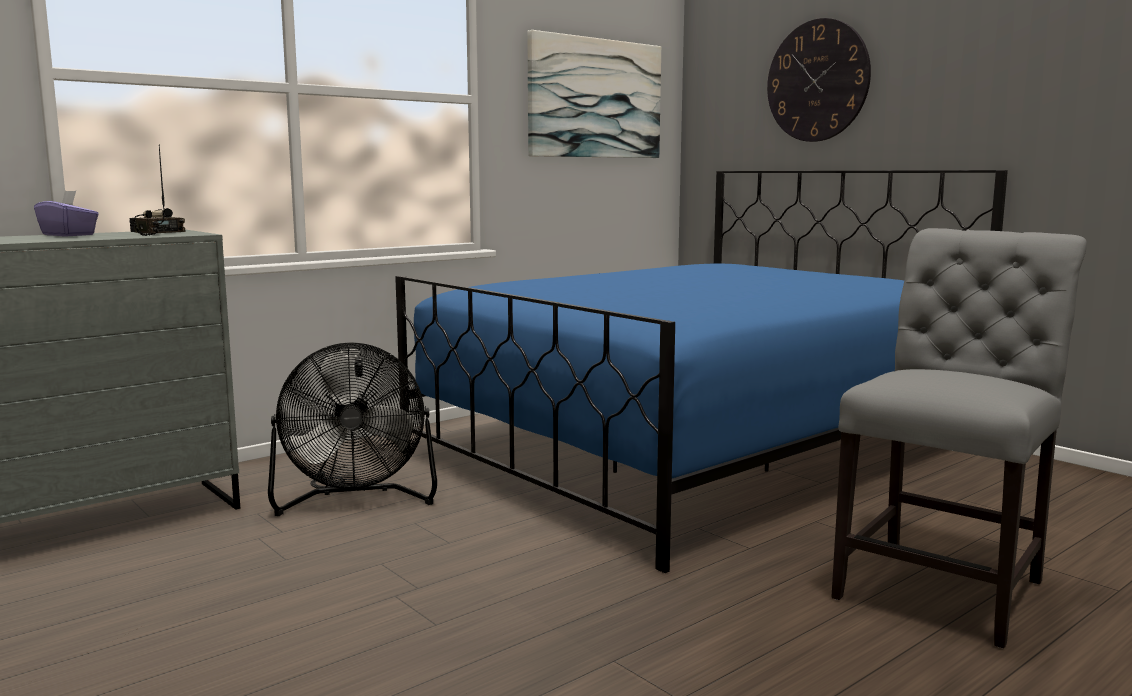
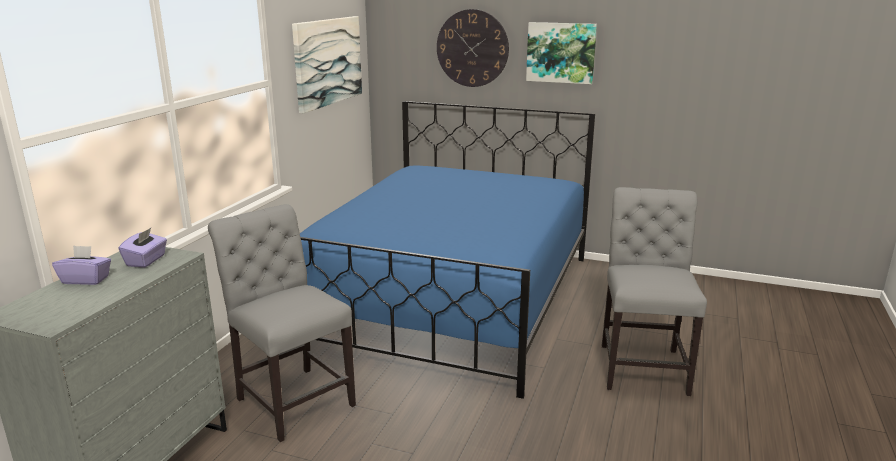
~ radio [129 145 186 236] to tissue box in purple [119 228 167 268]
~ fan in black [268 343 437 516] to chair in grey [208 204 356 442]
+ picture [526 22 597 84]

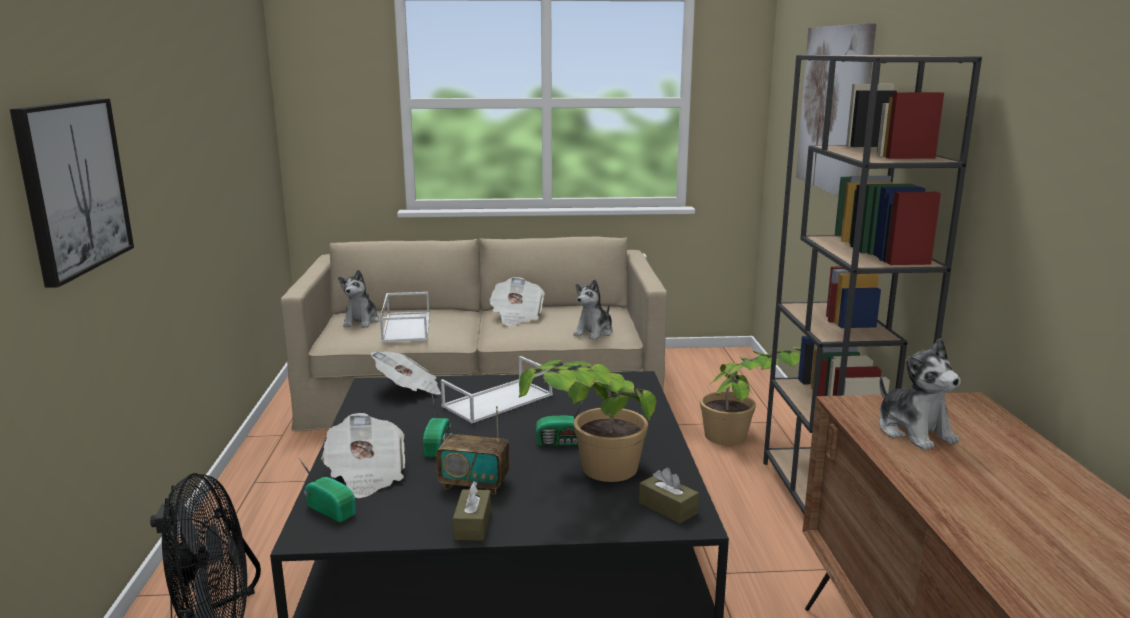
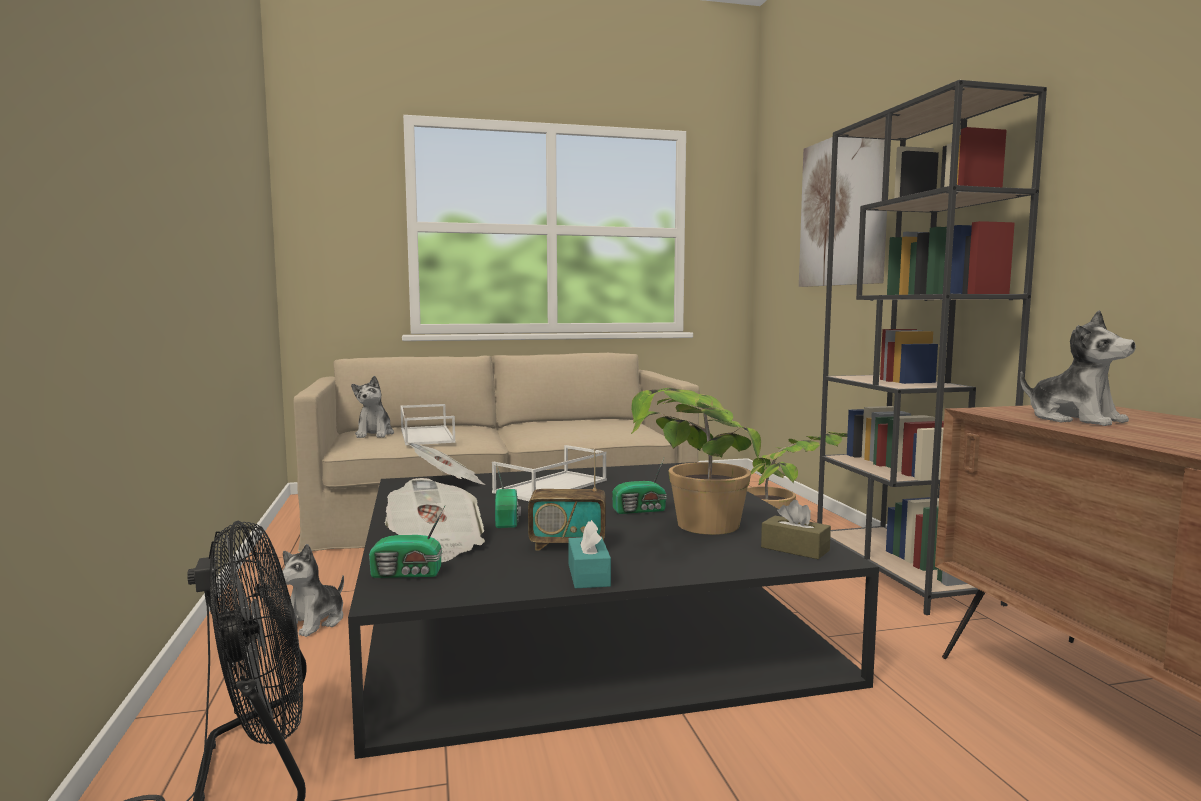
- picture [10 99 134 288]
~ radio [298 457 356 523] = [369 506 445 578] 150 degrees clockwise
~ tissue box in brown [453 481 491 541] to tissue box in turquoise [568 520 611 588]
- newspaper [489 277 545 326]
~ plush toy [573 279 613 340] to [279 544 344 637]

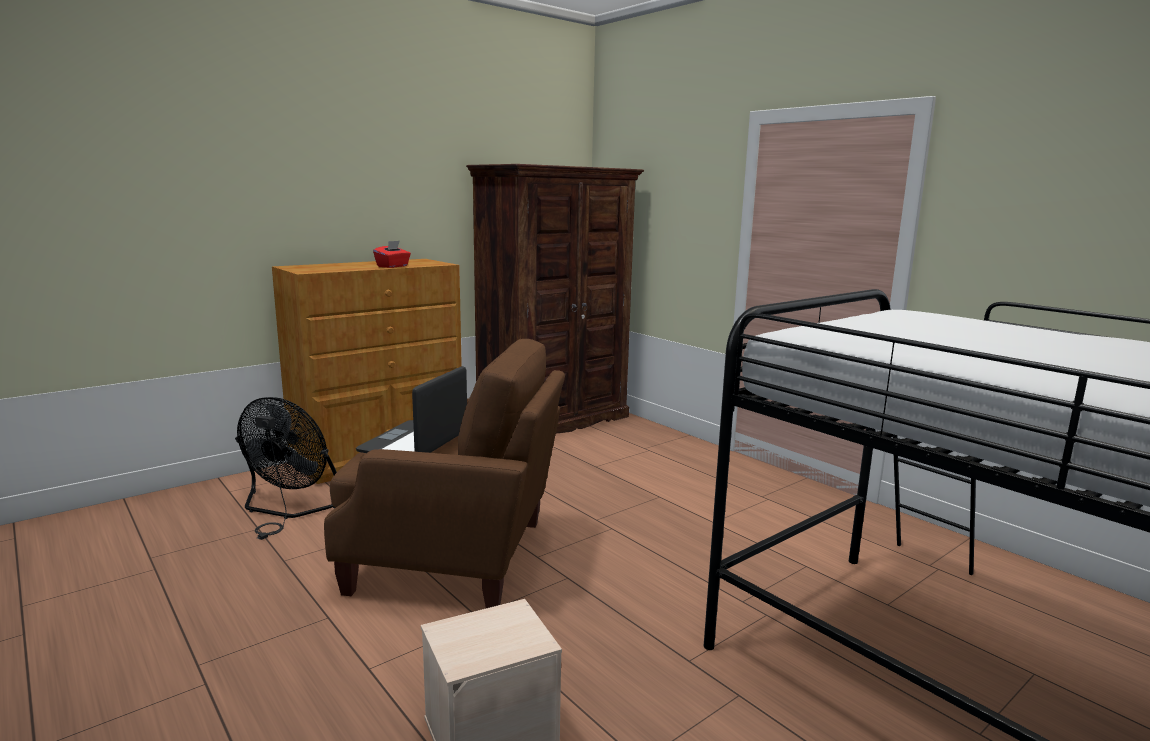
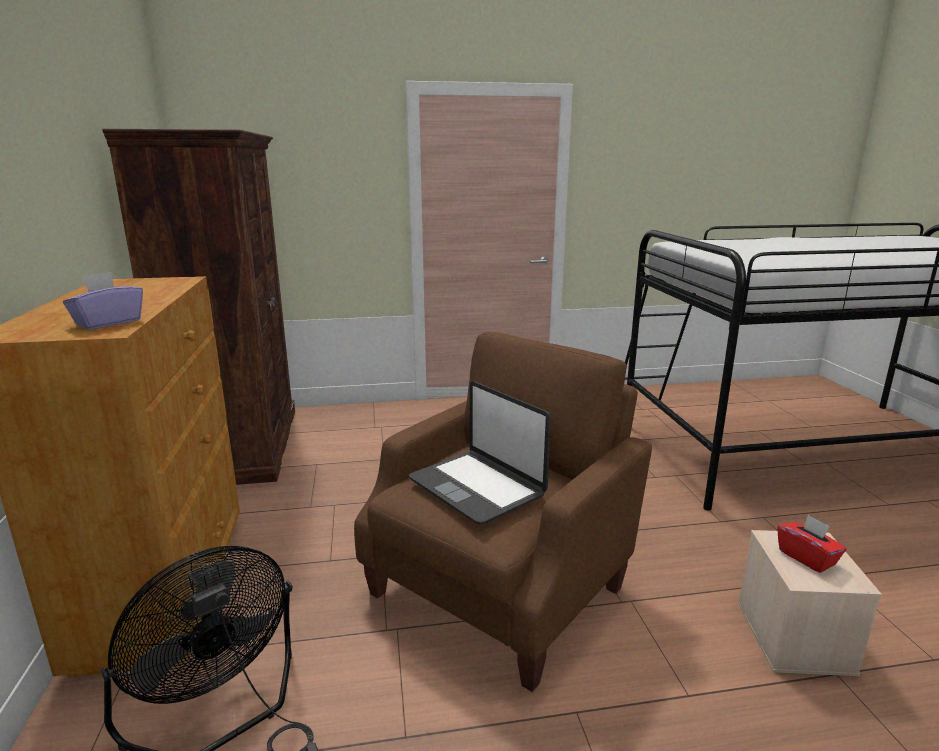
~ tissue box in red [373 241 411 268] to [777 515 847 573]
+ tissue box in purple [63 272 143 329]

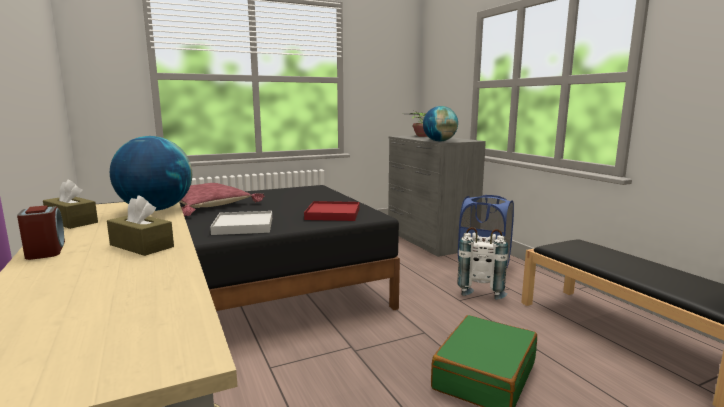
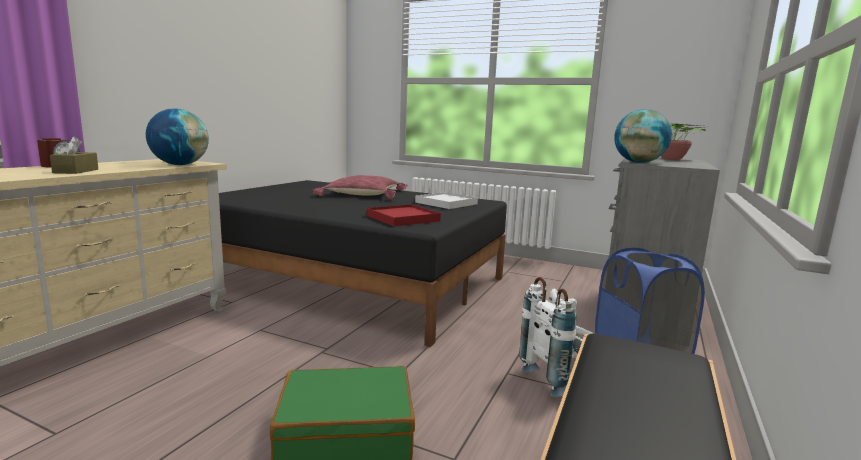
- tissue box in brown [43 180 98 229]
~ tray in white [210 211 272 235] to [415 192 478 209]

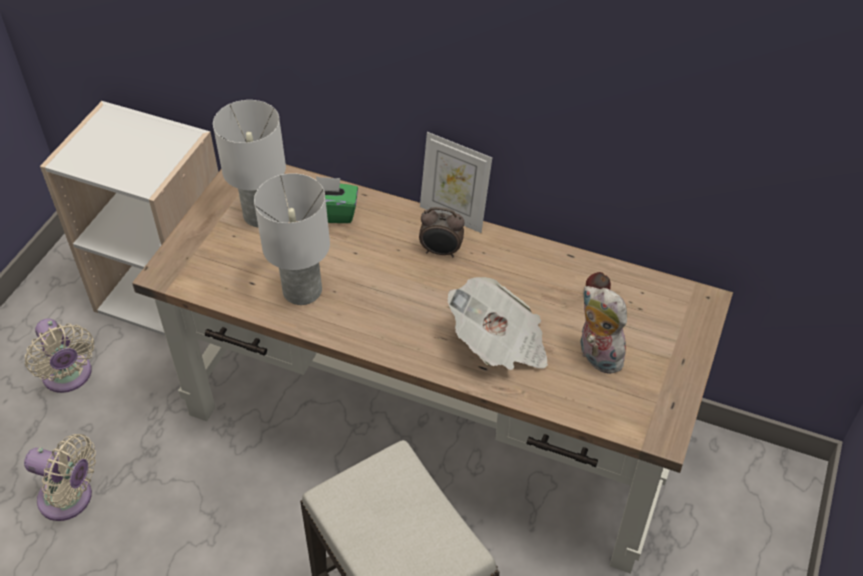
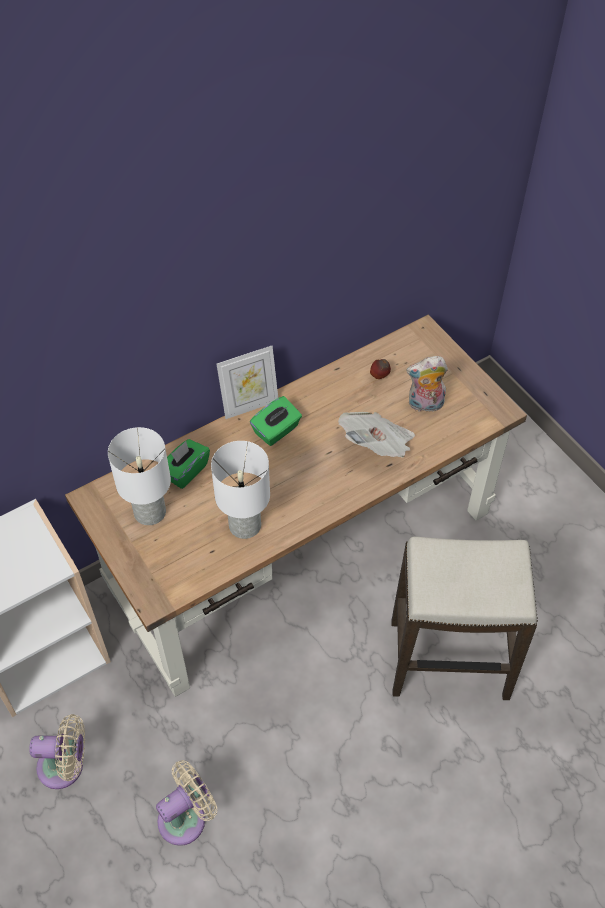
~ alarm clock [419 207 464 257] to tissue box in green [250 396 302 446]

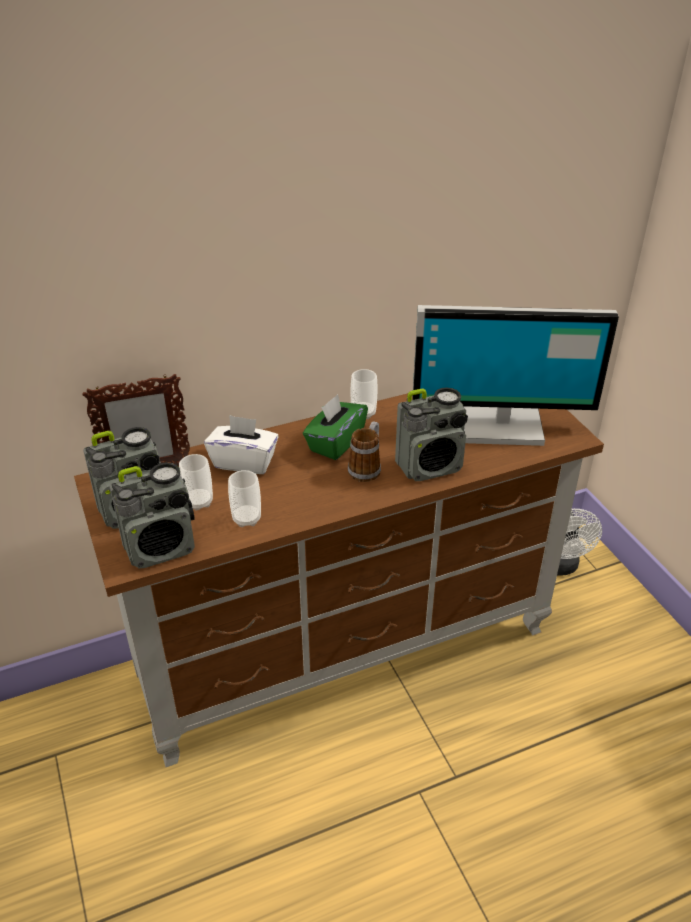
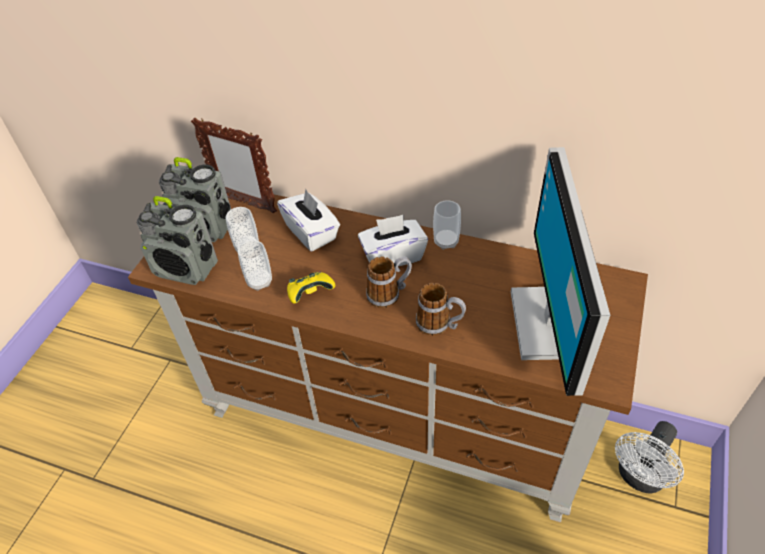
~ tissue box in green [303 394 368 460] to tissue box in white [358 215 428 266]
~ radio [395 387 468 481] to mug [416 283 466 336]
~ monitor [412 305 619 446] = [511 147 610 396] 45 degrees clockwise
+ game controller in yellow [287 272 335 303]

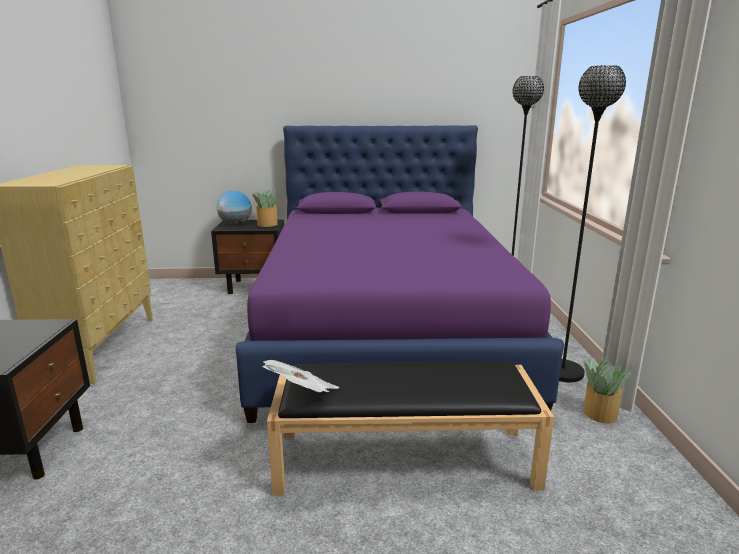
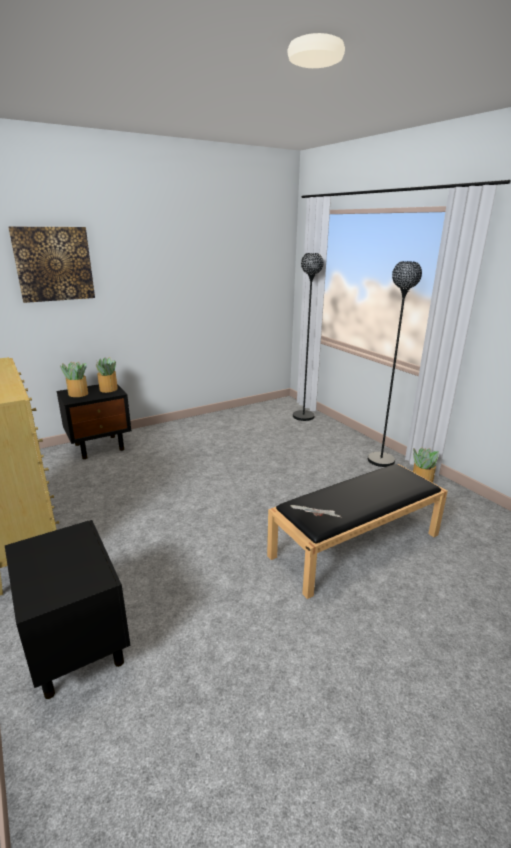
~ globe [217 191 252 225] to potted plant [60 362 88 397]
- bed in purple [235 125 564 423]
+ picture [8 227 95 303]

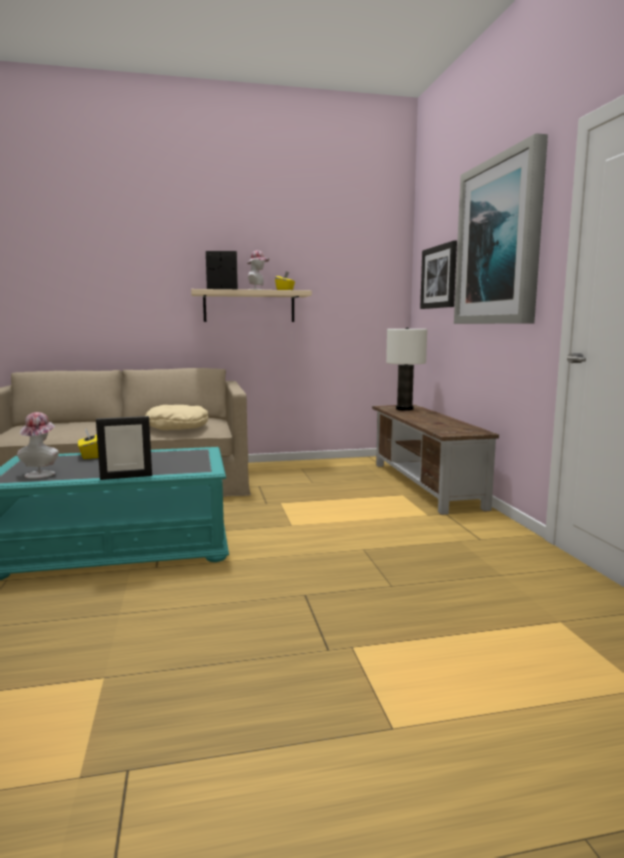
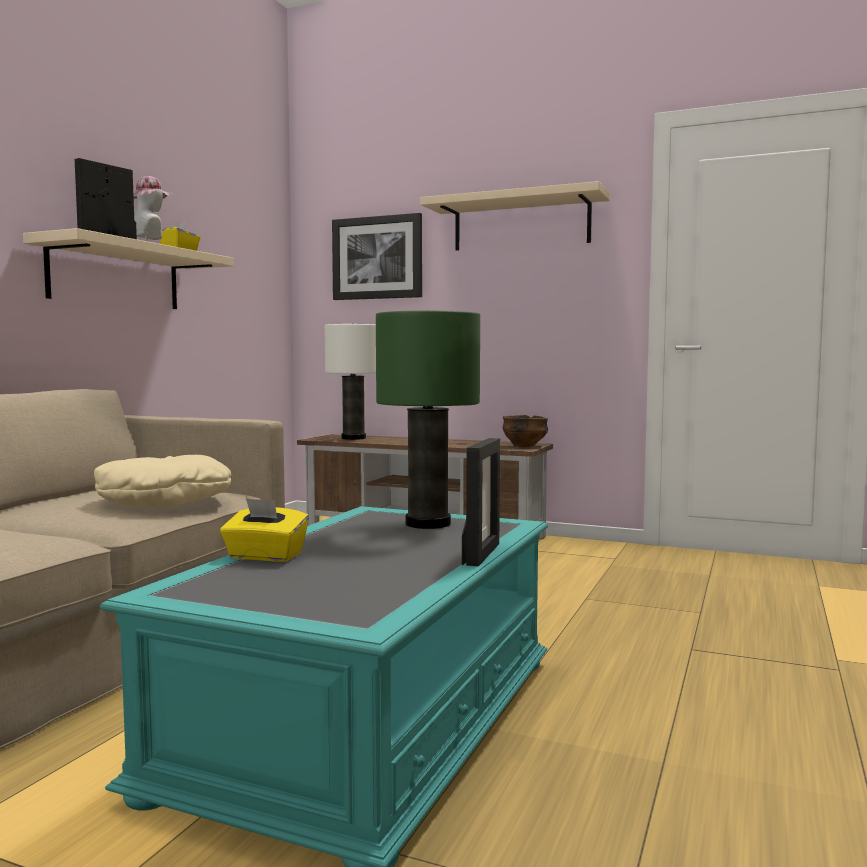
- hat [17 412 59 479]
~ picture [454 133 548 324] to shelf in beige [420 181 610 251]
+ table lamp in green [376 310 480 529]
+ bowl [502 415 548 447]

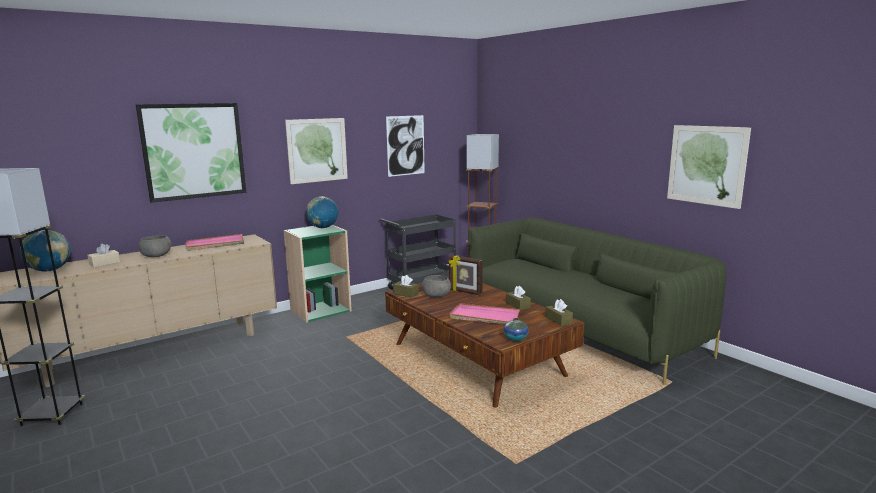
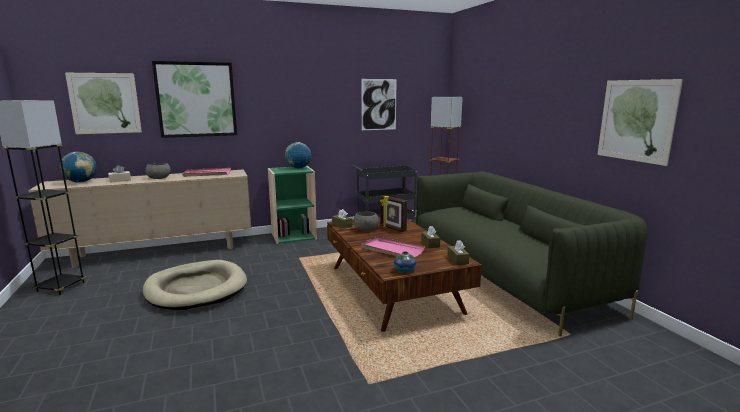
~ picture [285 118 348 184] to [65 73 142 134]
+ dog bed in beige [143 260 247 310]

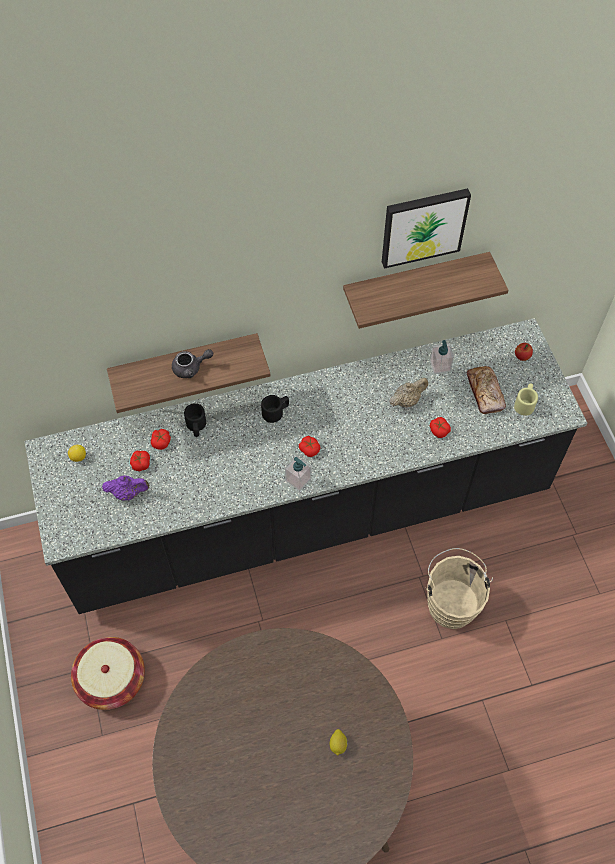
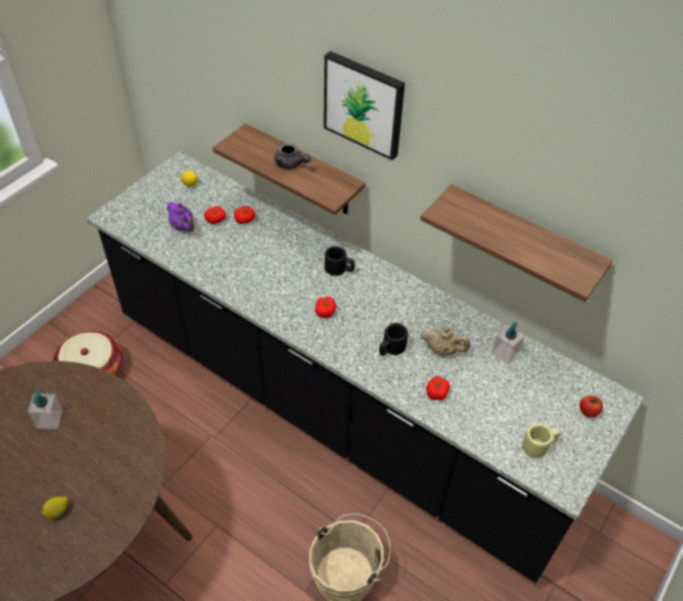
~ mug in black [184 403 206 437] to [379 323 408 356]
~ soap dispenser [285 455 311 491] to [28 389 63 429]
~ picture [382 188 471 269] to [324 51 405 161]
- bread [467 366 506 414]

